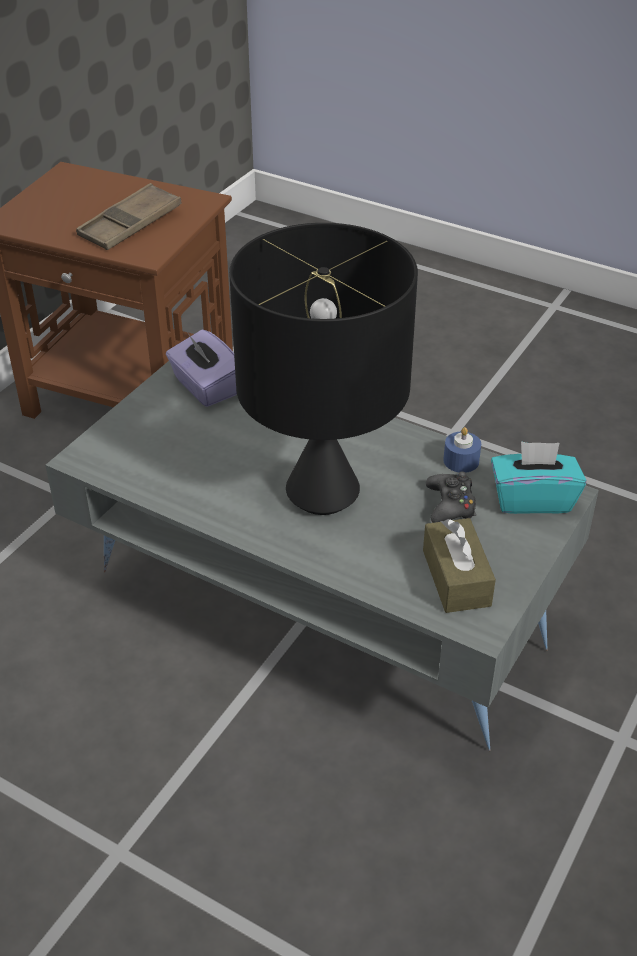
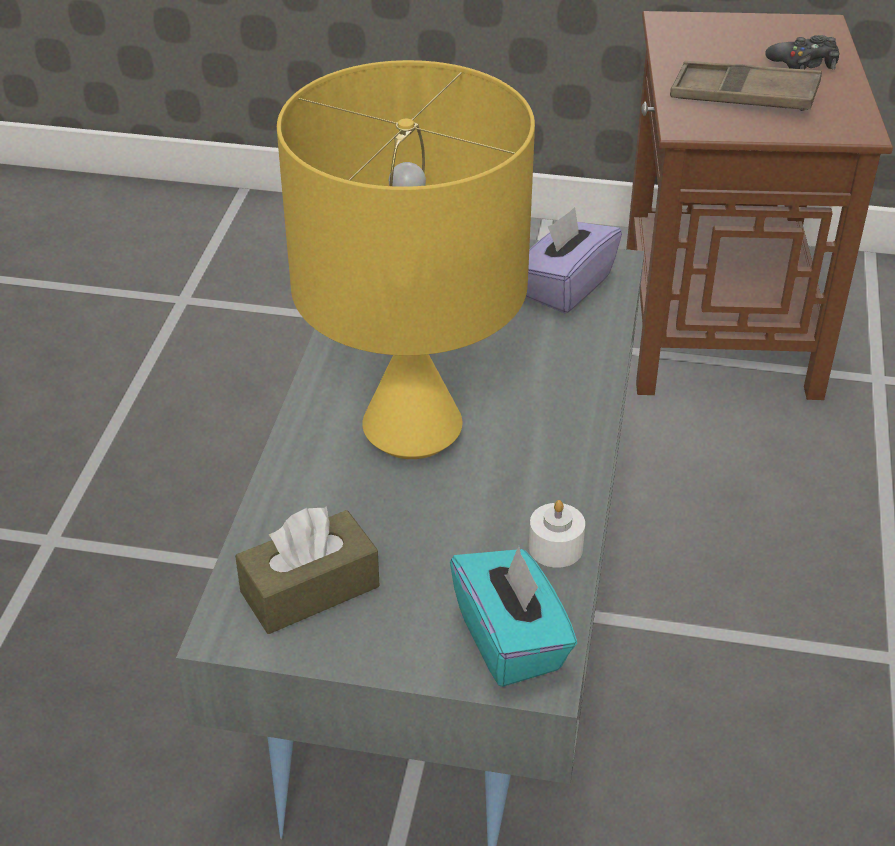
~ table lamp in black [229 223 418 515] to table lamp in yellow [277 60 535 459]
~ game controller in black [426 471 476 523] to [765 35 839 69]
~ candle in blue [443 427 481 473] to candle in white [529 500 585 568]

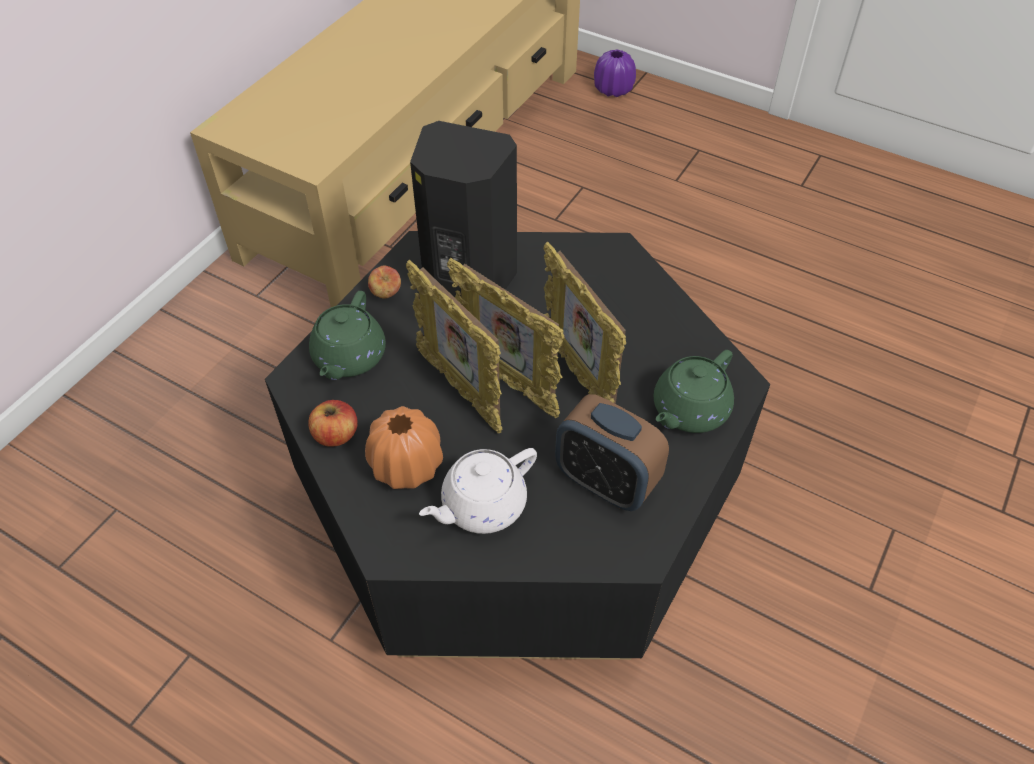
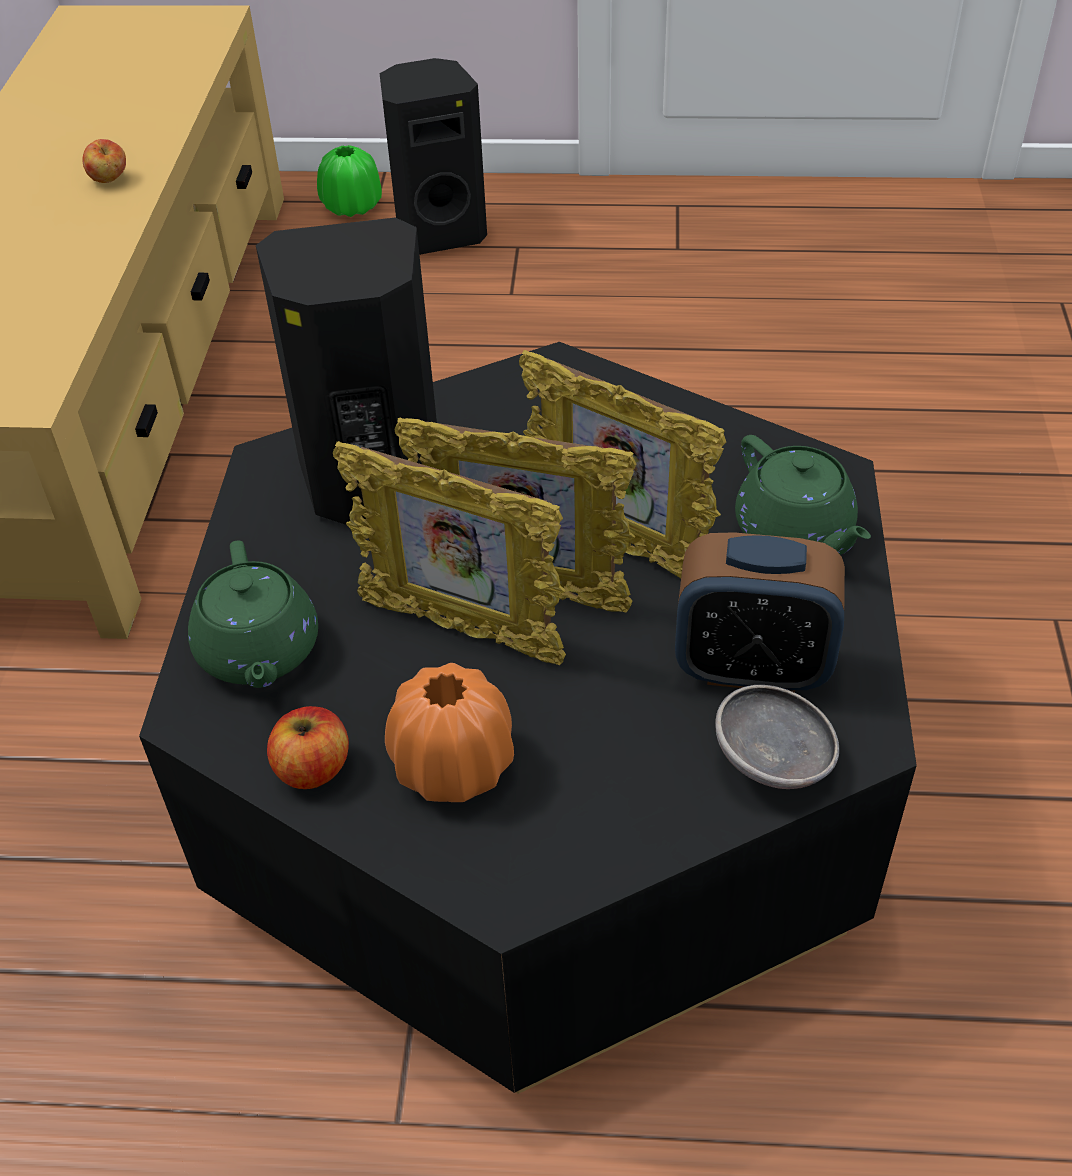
~ apple [368 265 401 299] to [83 139 126 183]
- teapot in white [419 448 537 534]
~ vase in purple [594 50 636 97] to vase in green [317 145 382 217]
~ teapot in green [654 350 734 433] = [735 435 871 555] 45 degrees counterclockwise
+ speaker in black [379 58 487 255]
+ bowl in grey [715 685 839 789]

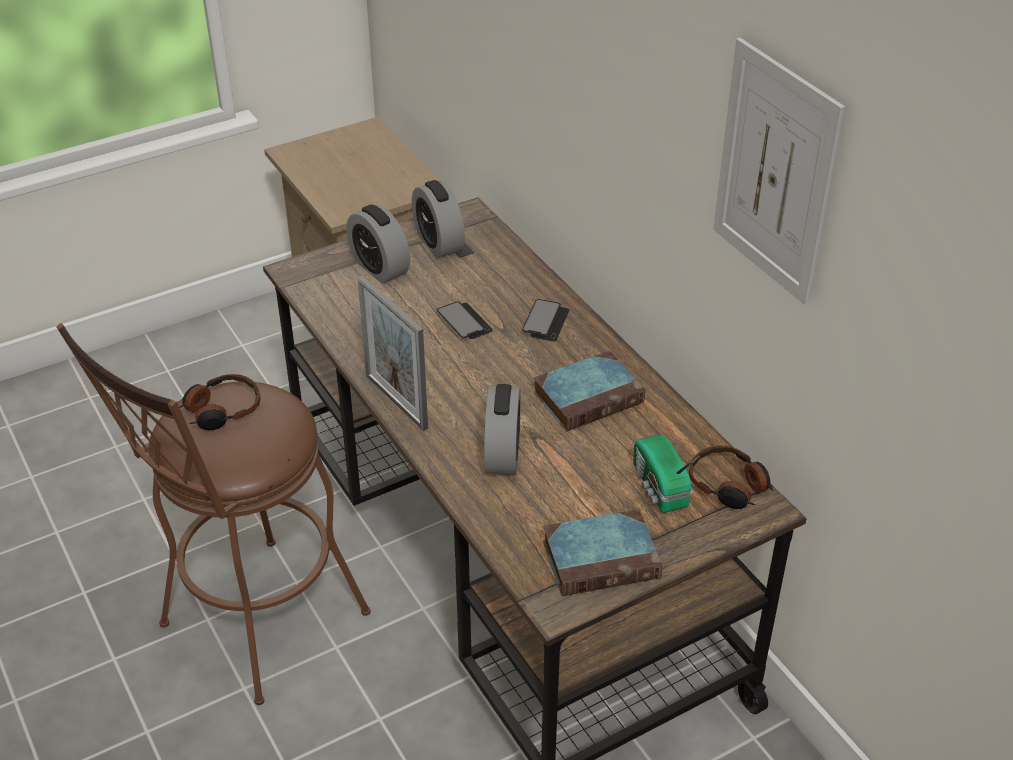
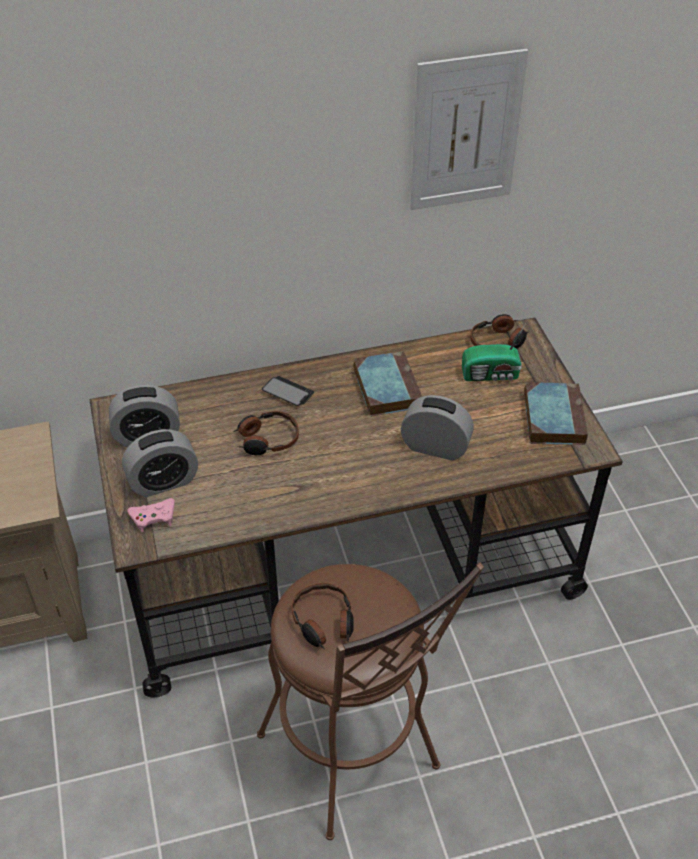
- picture frame [358 276 428 431]
~ phone [437 302 493 339] to headphones [233 411 299 455]
+ game controller in pink [127 498 175 532]

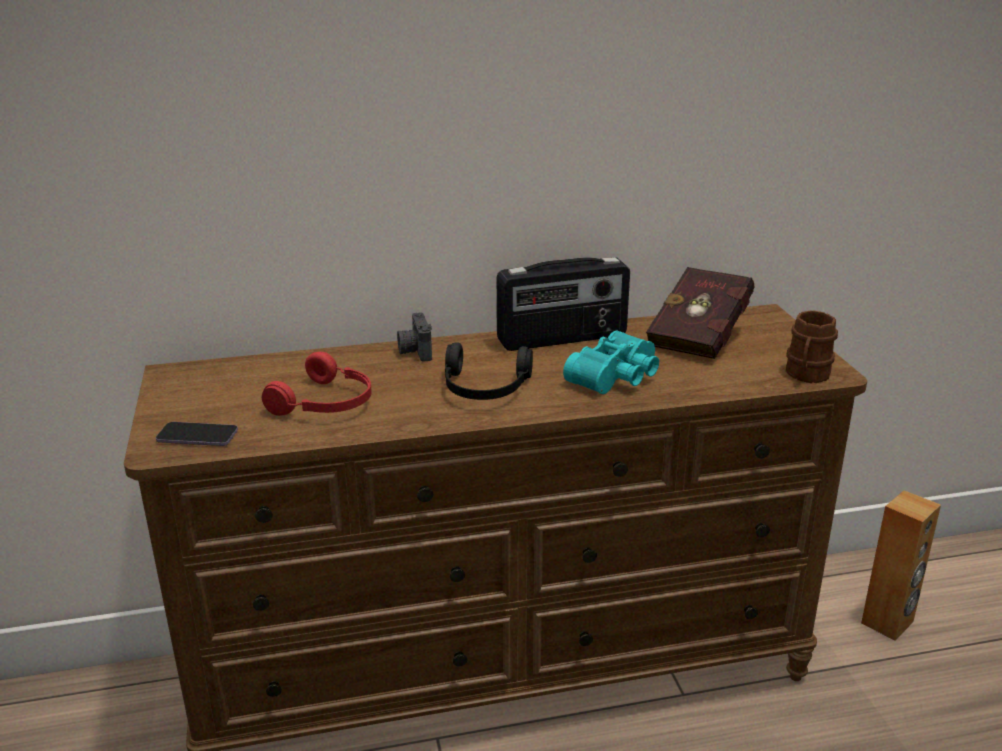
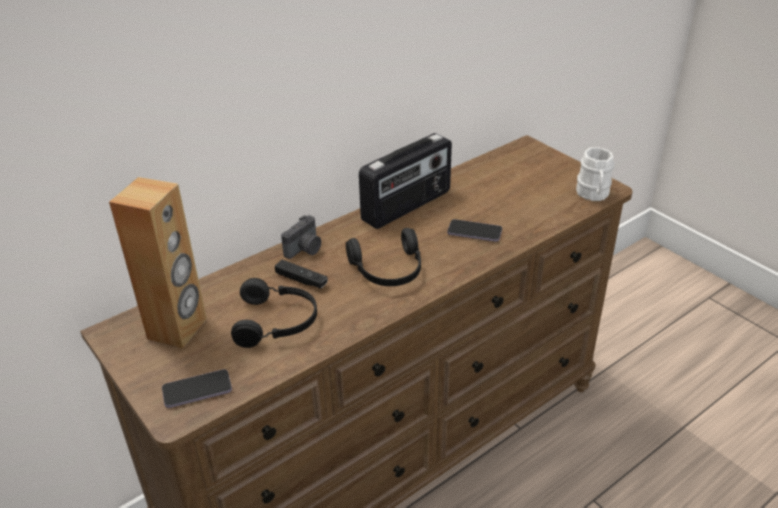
~ headphones in red [262 352 372 416] to headphones in black [231 278 317 348]
~ photo camera [397 312 432 362] = [281 215 321 259] 105 degrees counterclockwise
~ binoculars in turquoise [563 331 659 394] to phone [447 219 502 242]
- book in red [646 267 755 359]
~ mug in brown [786 310 838 383] to mug in white [576 147 614 201]
~ speaker in brown [861 490 941 641] to [109 177 207 348]
+ game controller in black [275 260 328 289]

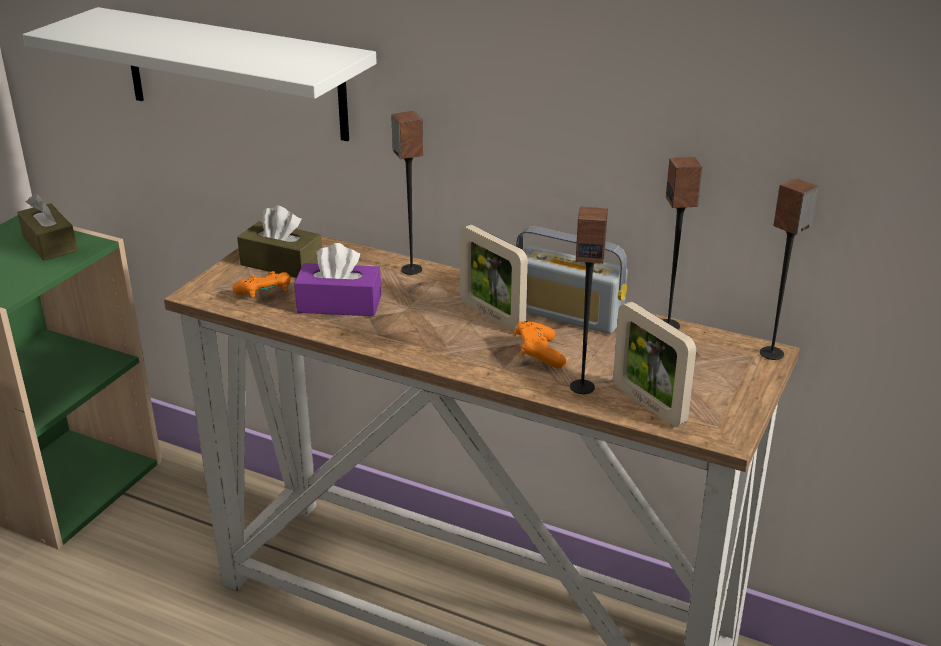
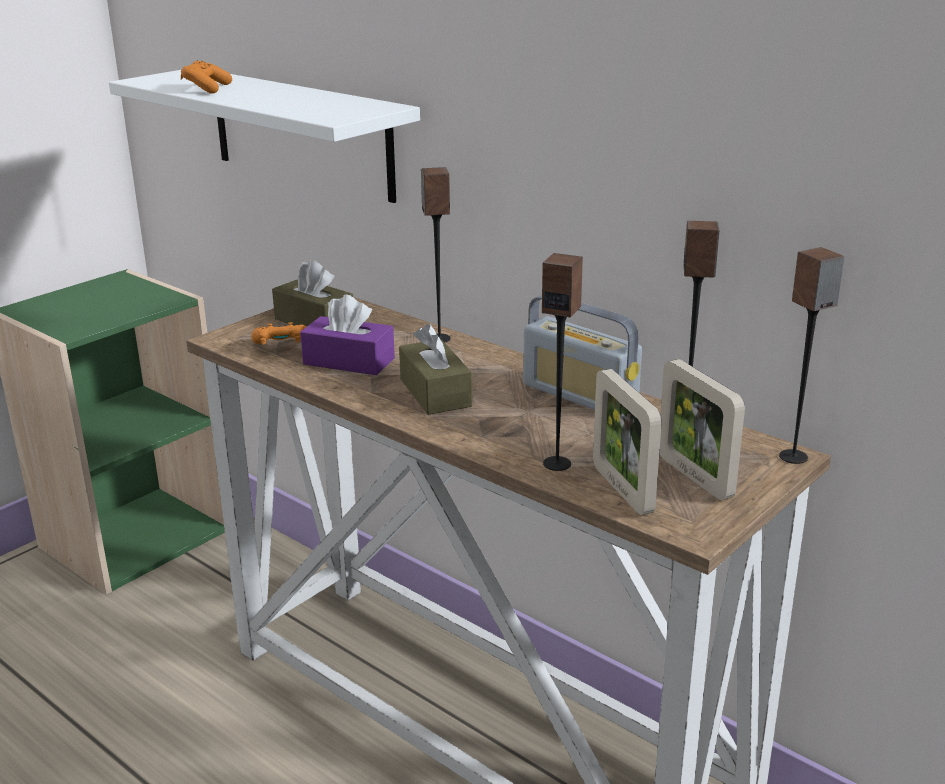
~ tissue box in brown [17 193 78 261] to [399 324 472 415]
~ picture frame [460 224 528 331] to [659 359 745 500]
~ game controller in orange [514 321 567 368] to [181 60 232 94]

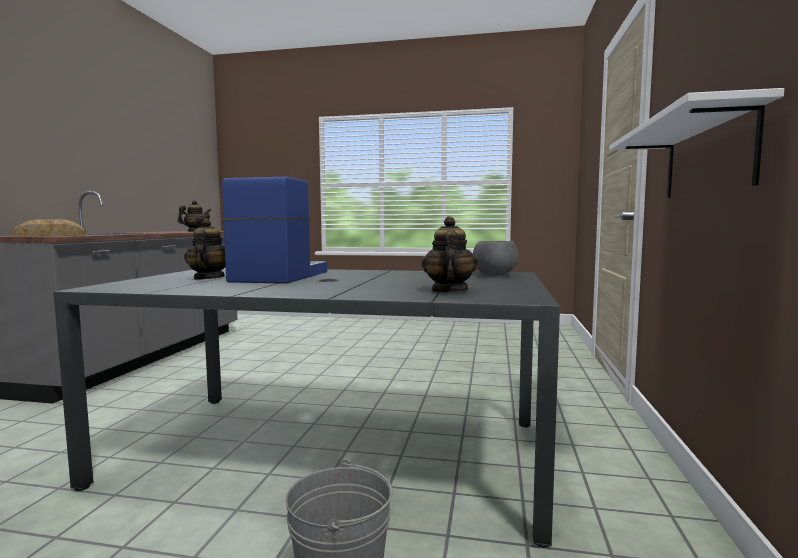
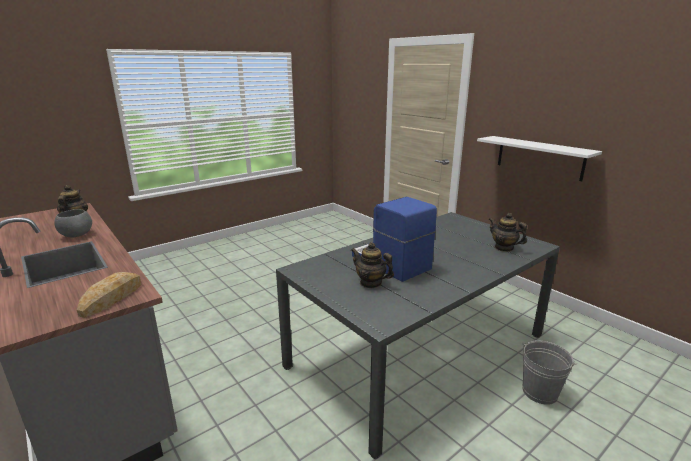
~ bowl in grey [473 241 518 276] to [54 209 92 237]

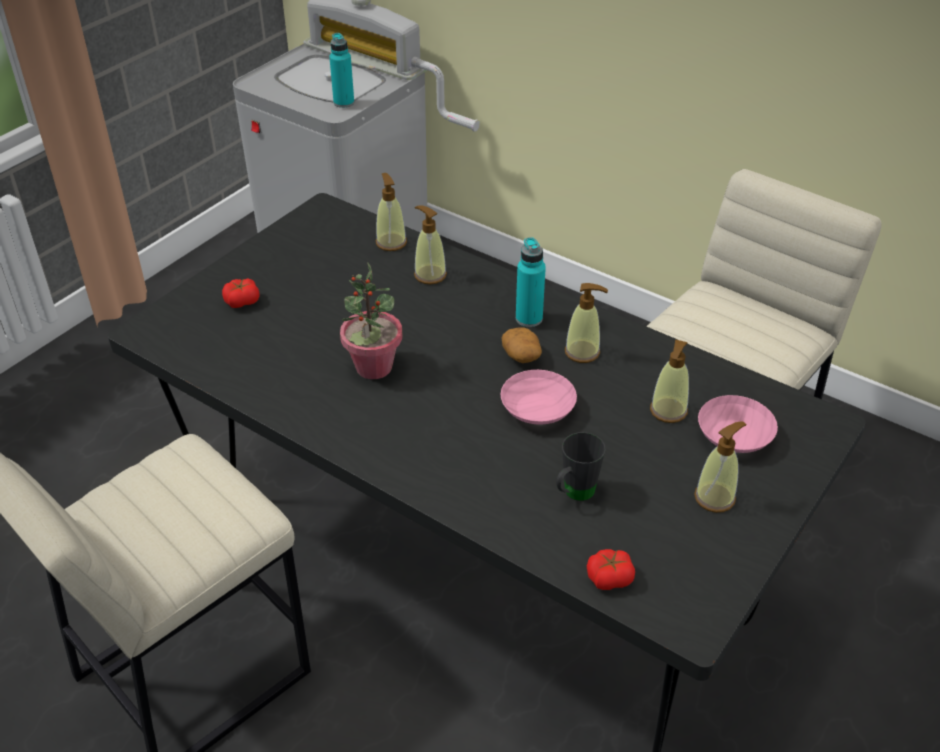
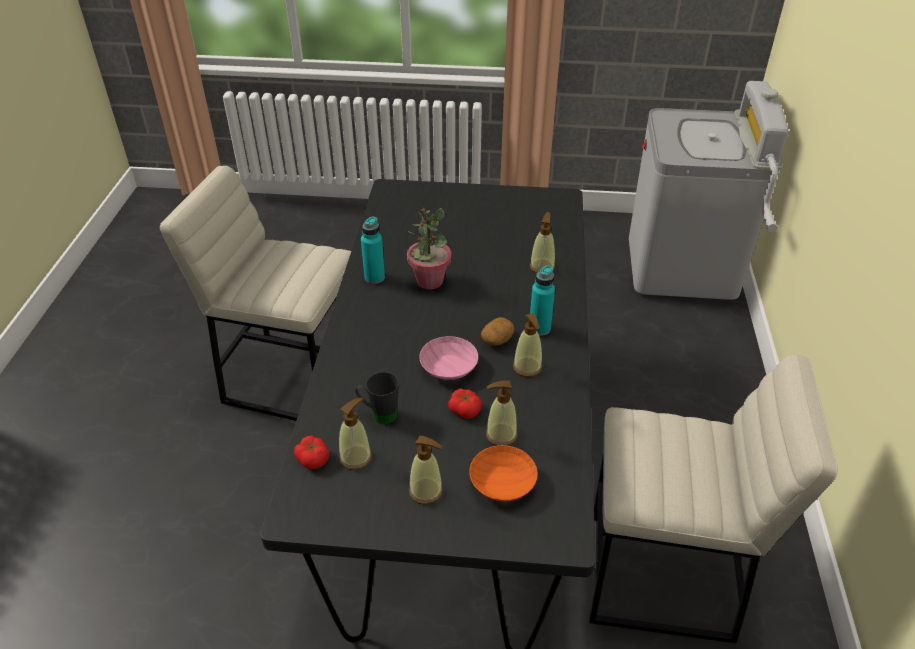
~ tomato [222 278 260 308] to [448 388 482 419]
~ bottle in turquoise [329 33 354 108] to [361 216 385 284]
~ soap dispenser [376 173 407 251] to [339 397 372 470]
~ bowl in pink [698 395 778 453] to bowl in orange [469 445 538 502]

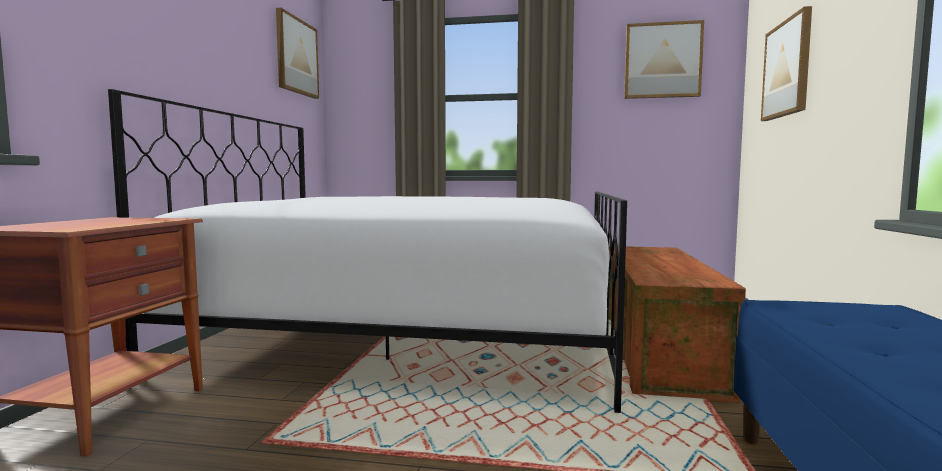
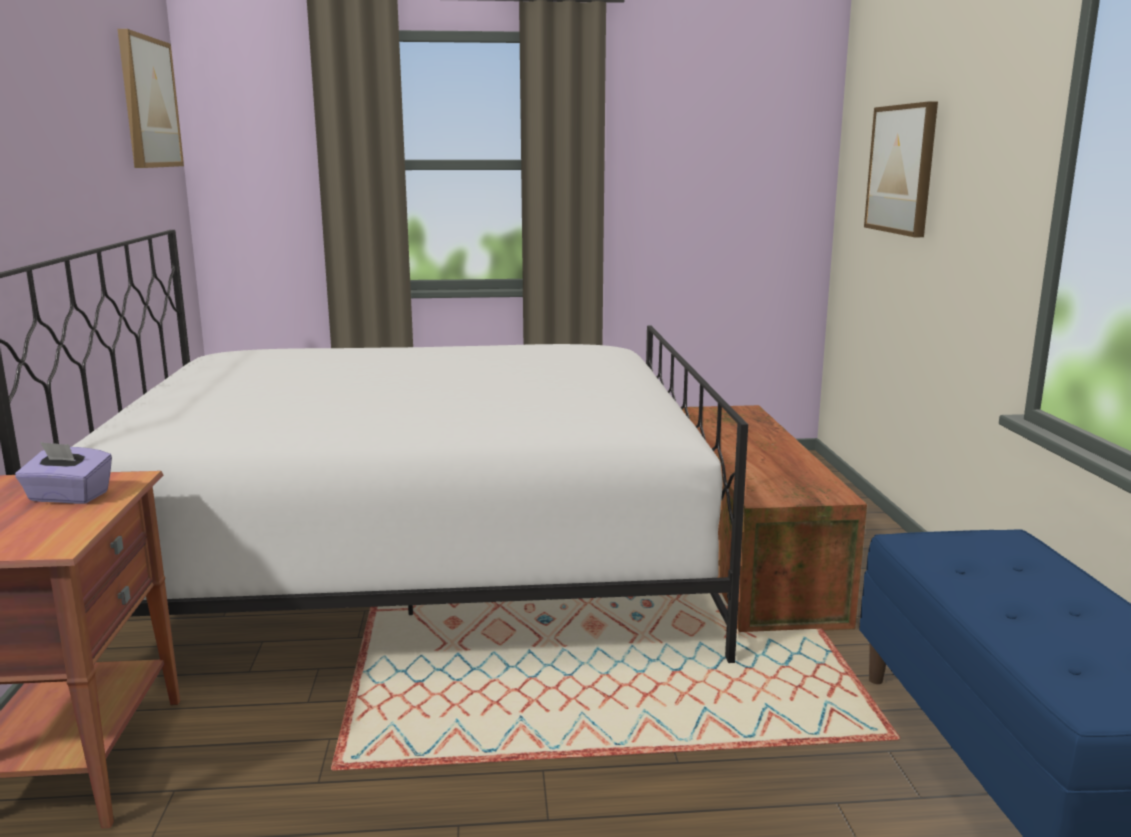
- picture [624 20 704 99]
+ tissue box in purple [15 442 112 504]

